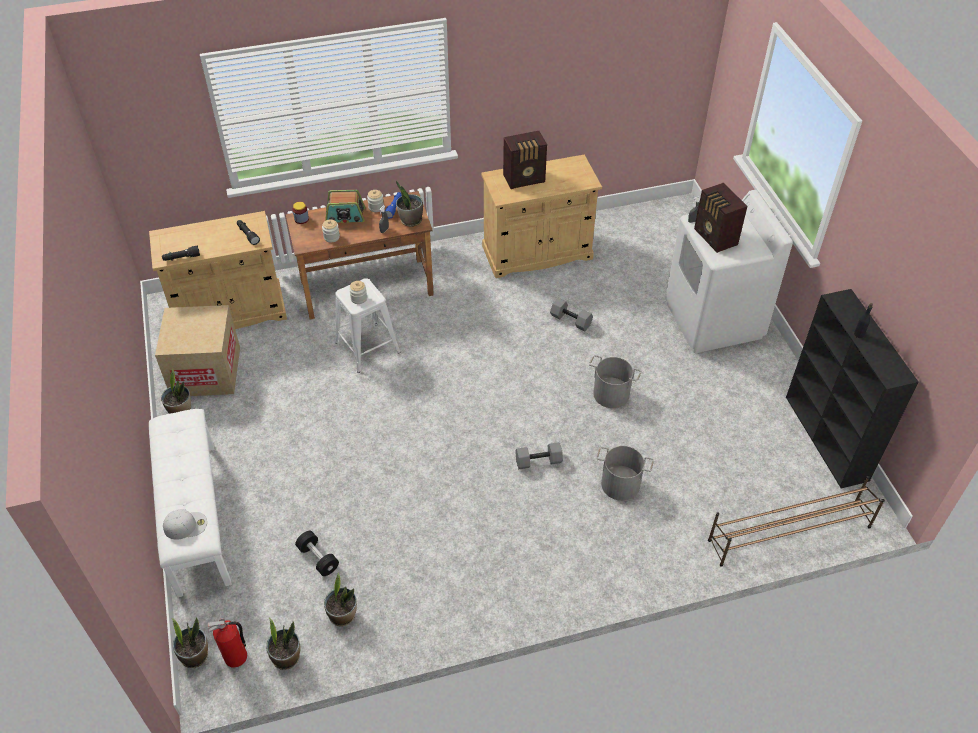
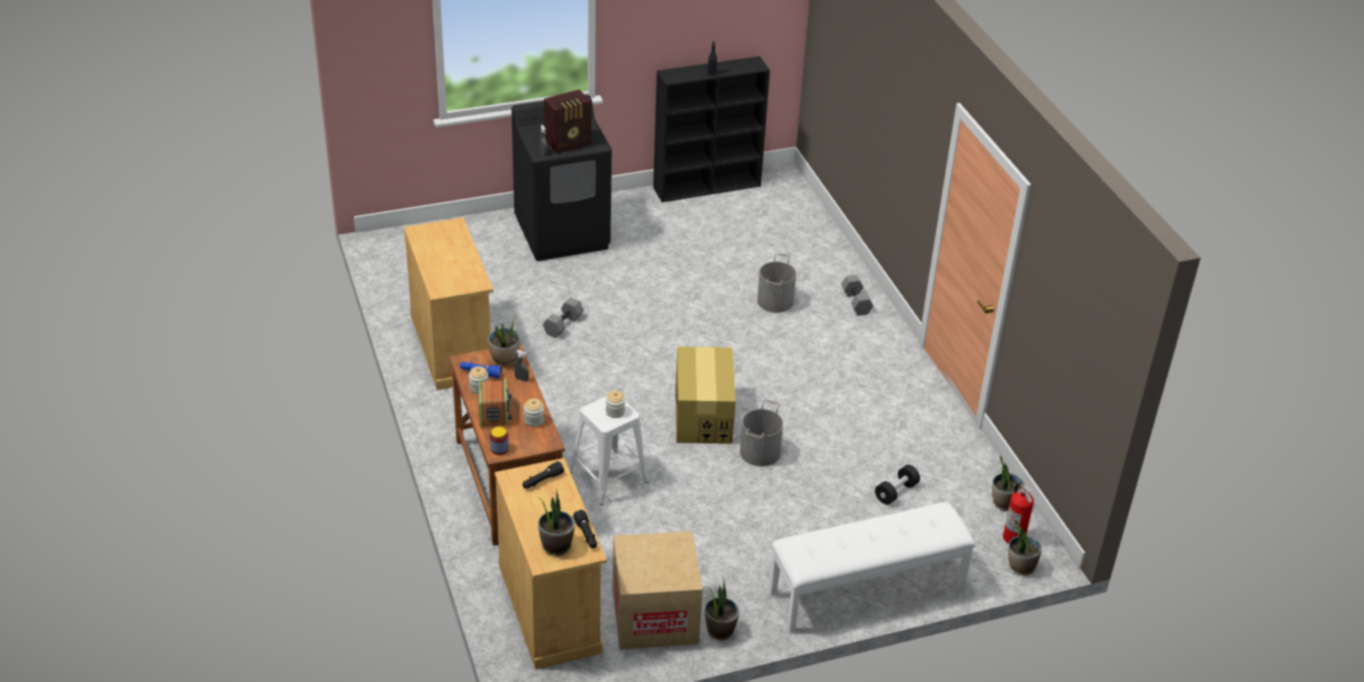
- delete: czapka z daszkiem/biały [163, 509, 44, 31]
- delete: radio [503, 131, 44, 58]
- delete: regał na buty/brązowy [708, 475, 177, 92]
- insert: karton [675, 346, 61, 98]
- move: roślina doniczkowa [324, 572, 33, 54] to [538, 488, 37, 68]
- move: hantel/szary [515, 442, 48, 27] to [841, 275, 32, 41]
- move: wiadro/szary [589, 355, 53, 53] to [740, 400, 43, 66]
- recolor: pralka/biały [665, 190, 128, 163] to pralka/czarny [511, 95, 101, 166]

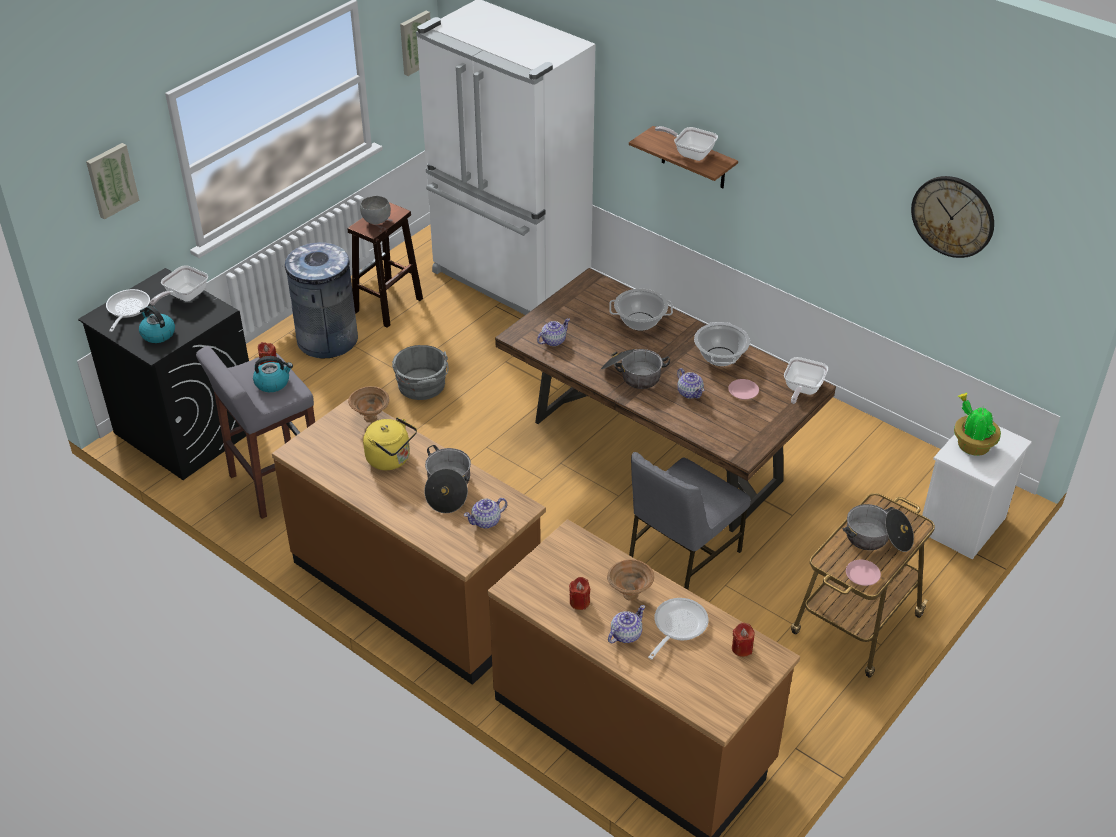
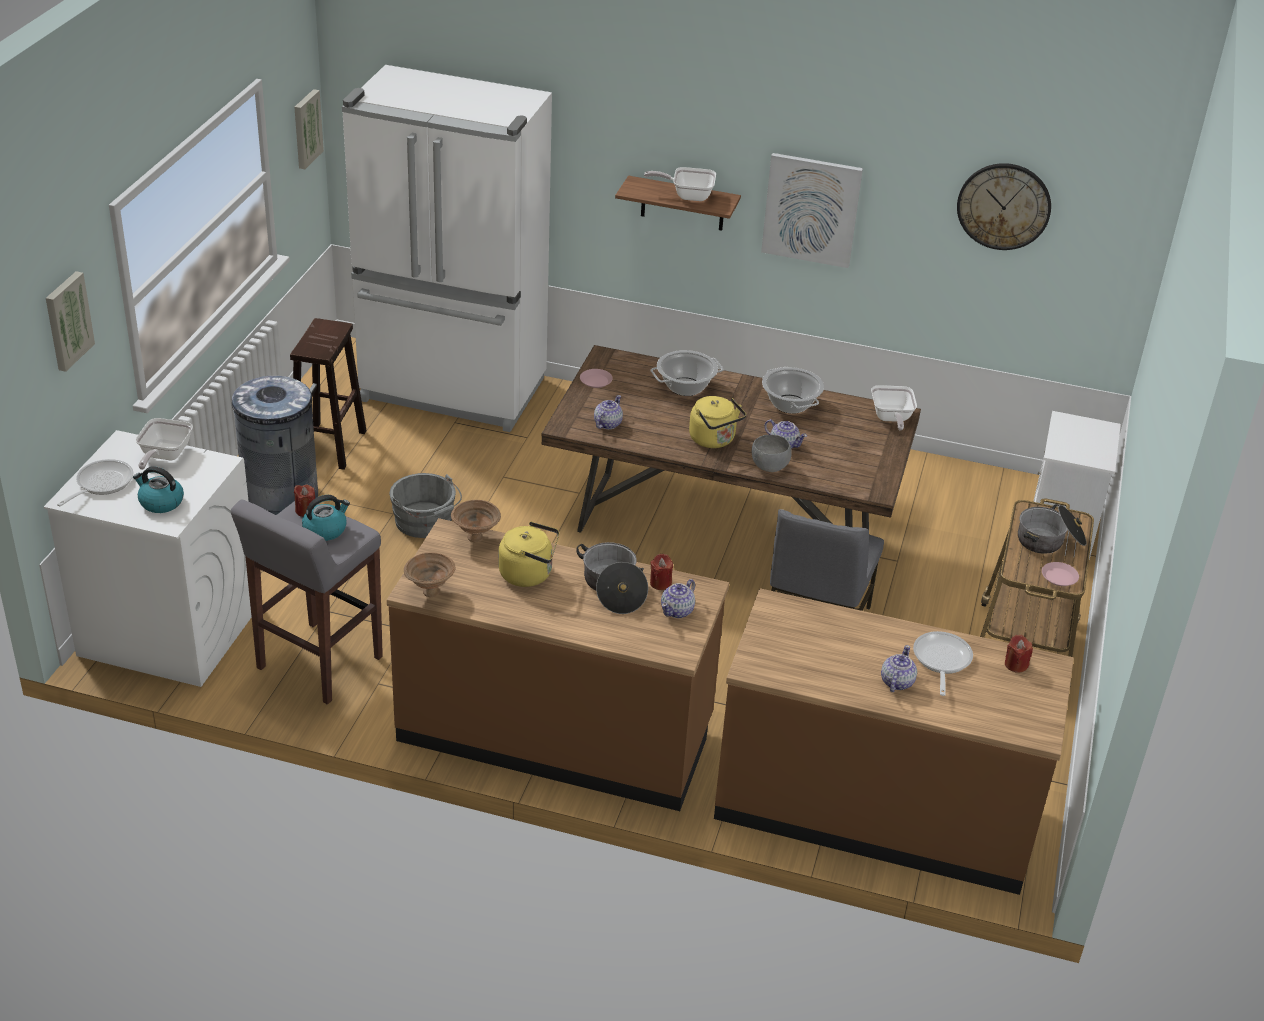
- delete: roślina doniczkowa [954, 393, 47, 63]
- insert: obraz [761, 153, 102, 115]
- move: miska/szary [360, 196, 31, 28] to [752, 435, 40, 37]
- move: świeca/czerwony [569, 577, 21, 33] to [650, 554, 23, 36]
- move: miska/brązowy [607, 559, 47, 42] to [404, 552, 51, 45]
- move: talerz/różowy [728, 379, 31, 21] to [580, 369, 33, 19]
- replace: garnek [601, 349, 69, 40] to czajnik/żółty [689, 396, 57, 52]
- recolor: pralka/czarny [78, 268, 171, 212] to pralka/biały [44, 430, 208, 257]
- rotate: patelnia [106, 289, 44, 43] = [57, 459, 76, 47] 45 degrees clockwise

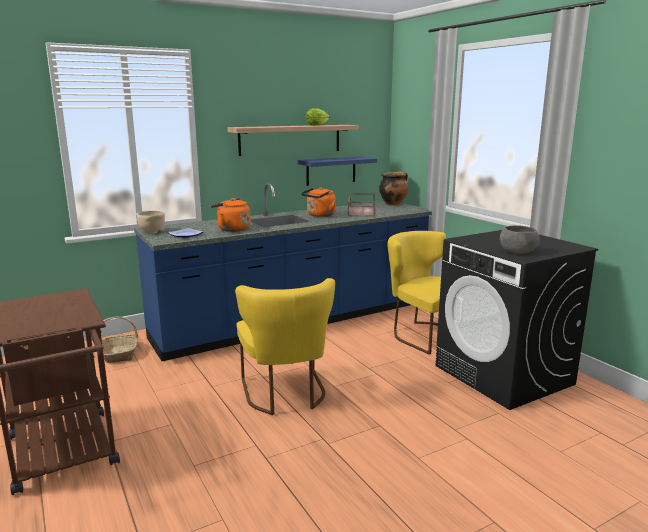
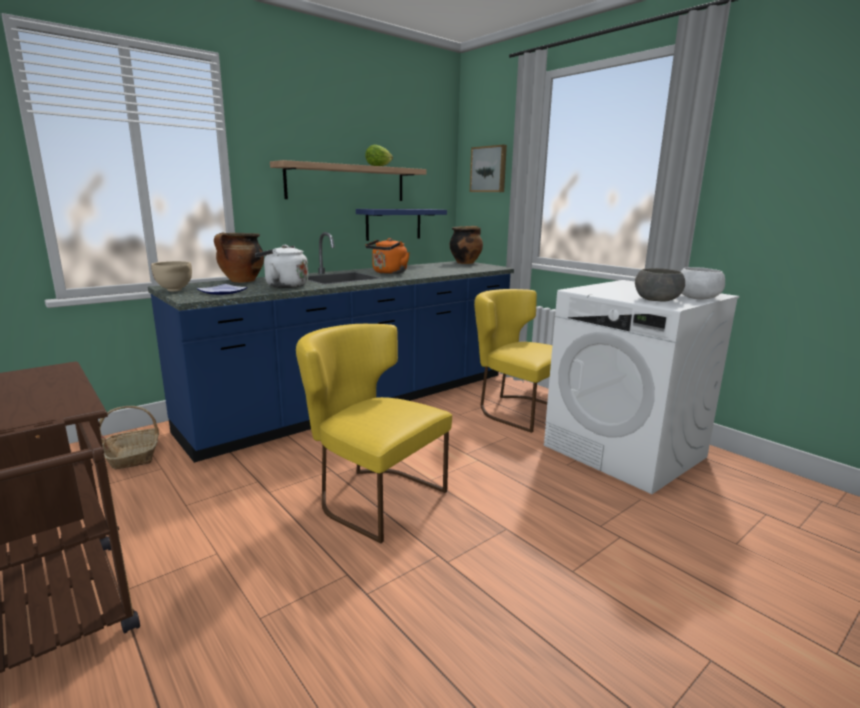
- delete: taca/brązowy [348, 193, 27, 24]
- insert: garnek [214, 233, 50, 50]
- insert: obraz [470, 145, 37, 47]
- insert: miska/biały [680, 267, 45, 32]
- recolor: czajnik/pomarańczowy [210, 198, 41, 34] to czajnik/biały [255, 245, 53, 43]
- recolor: pralka/czarny [435, 230, 163, 180] to pralka/biały [544, 280, 195, 214]
- rotate: krzesło/żółty [235, 278, 100, 137] = [296, 324, 156, 219] 150 degrees clockwise

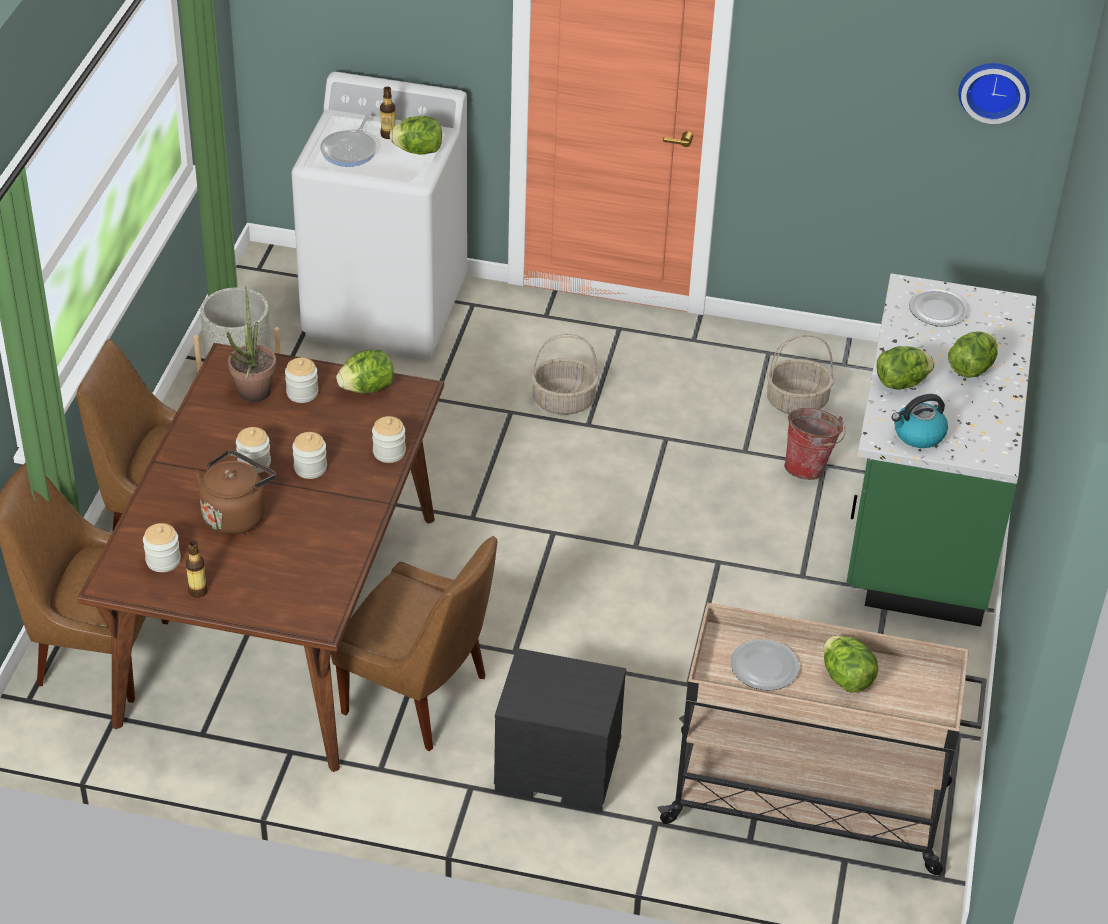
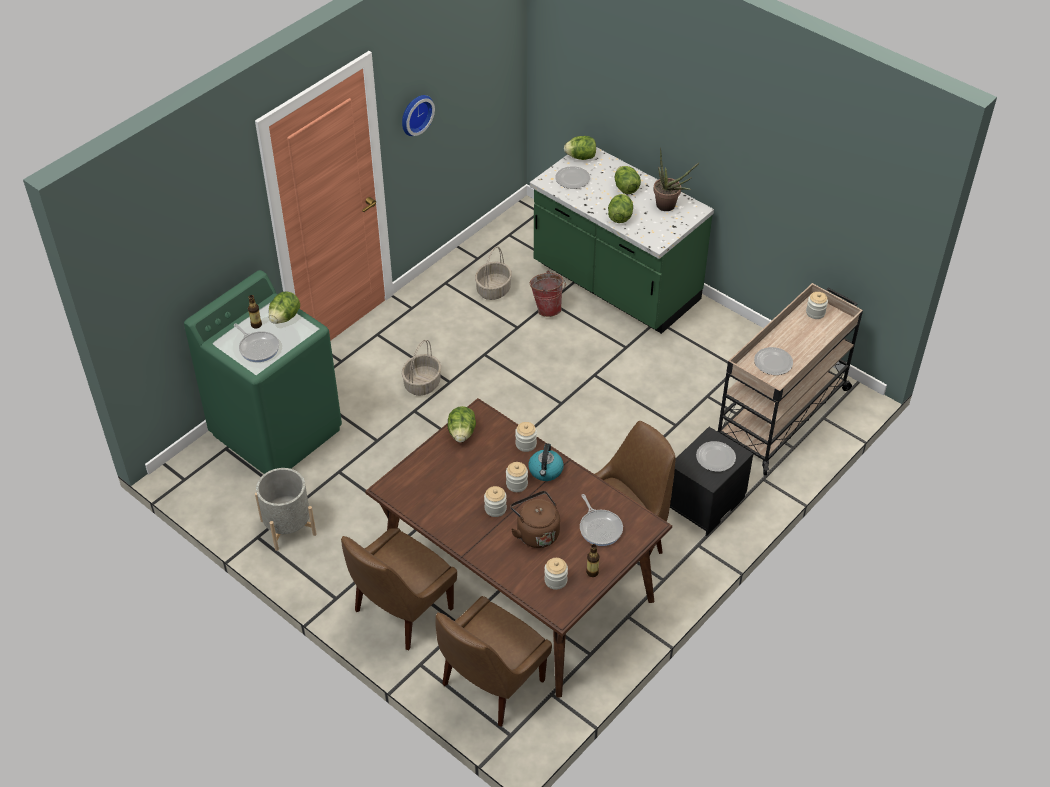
- insert: patelnia [580, 494, 43, 52]
- insert: talerz [696, 441, 40, 31]
- move: roślina doniczkowa [227, 286, 50, 116] to [653, 148, 46, 63]
- move: słoik [285, 358, 33, 45] to [806, 292, 22, 27]
- move: sałata [824, 635, 54, 58] to [564, 136, 32, 24]
- move: czajnik [891, 394, 57, 54] to [528, 443, 36, 38]
- move: zegar ścienny [958, 63, 72, 61] to [402, 95, 33, 41]
- recolor: pralka/biały [292, 72, 175, 288] to pralka/zielony [184, 270, 158, 204]

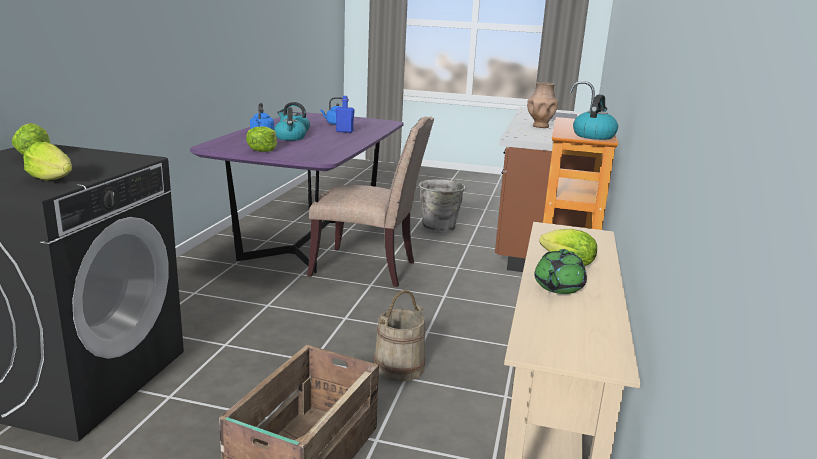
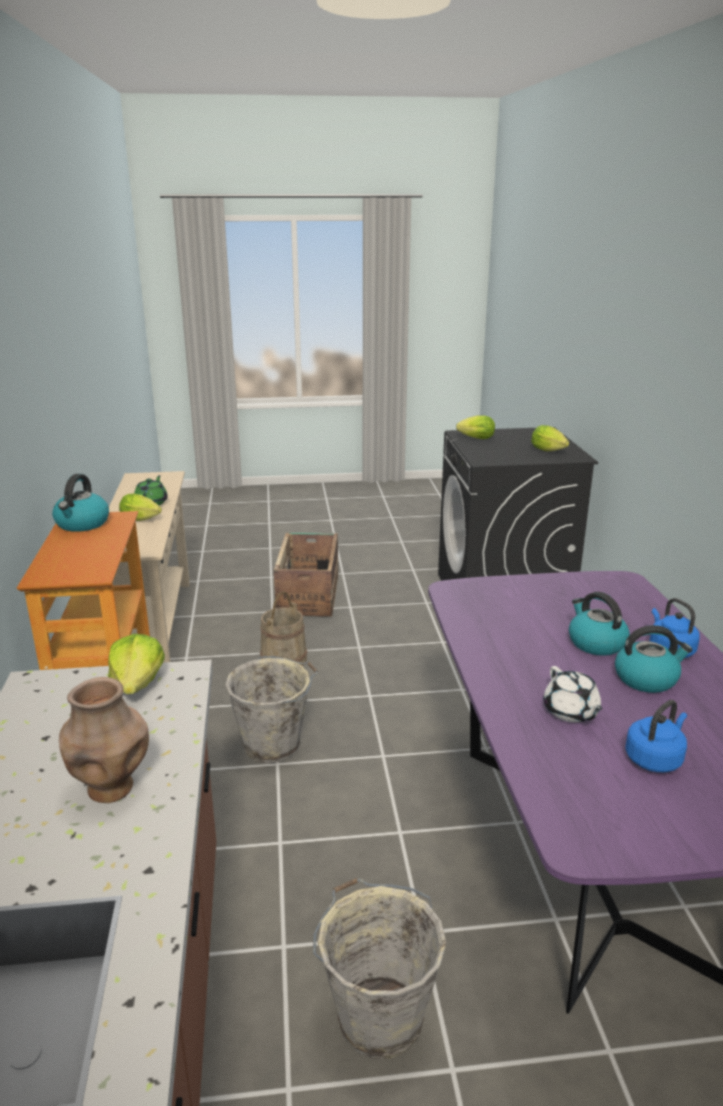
- delete: krzesło/beżowy [307, 117, 127, 170]
- insert: wiadro/szary [225, 656, 93, 107]
- move: sałata [246, 126, 31, 26] to [108, 634, 57, 60]
- replace: butelka/niebieski [336, 96, 19, 37] to imbryk/biały [543, 666, 59, 57]

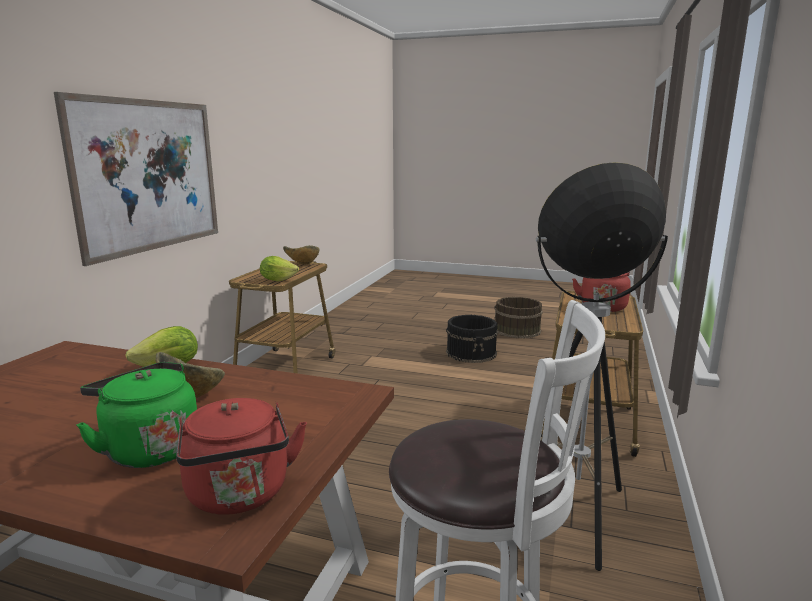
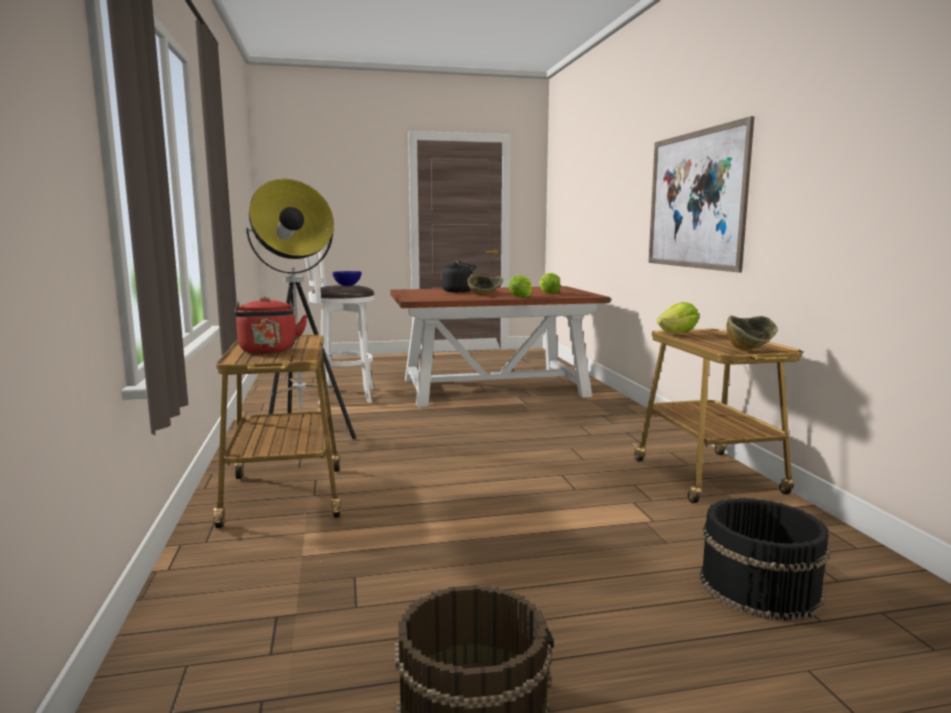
- delete: czajnik/czerwony [176, 398, 131, 117]
- insert: miska/niebieski [332, 271, 30, 15]
- insert: sałata [540, 273, 21, 21]
- move: wiadro/czarny [446, 315, 52, 48] to [699, 498, 131, 123]
- recolor: czajnik/zielony [77, 362, 120, 106] to czajnik/czarny [442, 261, 35, 32]

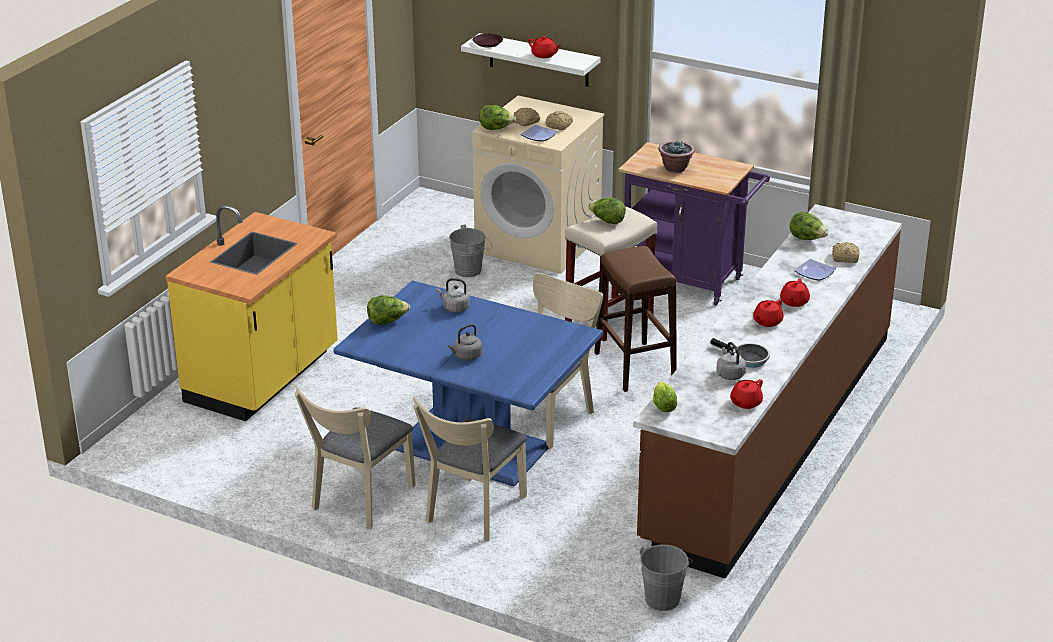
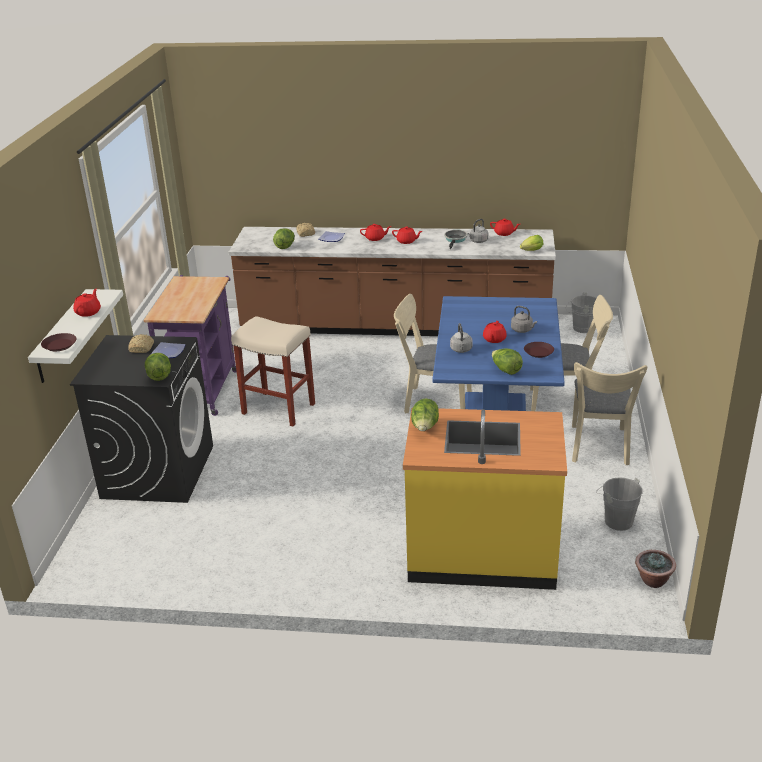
- delete: chleb [513, 107, 27, 19]
- delete: stołek/brązowy [594, 246, 83, 146]
- insert: imbryk/czerwony [483, 321, 24, 22]
- insert: talerz/brązowy [524, 342, 30, 16]
- move: wiadro/szary [449, 224, 43, 54] to [596, 477, 47, 54]
- move: sałata [588, 198, 38, 26] to [411, 399, 28, 32]
- move: roślina doniczkowa [658, 140, 37, 33] to [635, 550, 41, 38]
- recolor: pralka/beżowy [472, 96, 133, 178] to pralka/czarny [70, 335, 143, 168]
- rotate: krzesło/beżowy [294, 384, 122, 145] = [572, 362, 75, 103] 90 degrees clockwise

